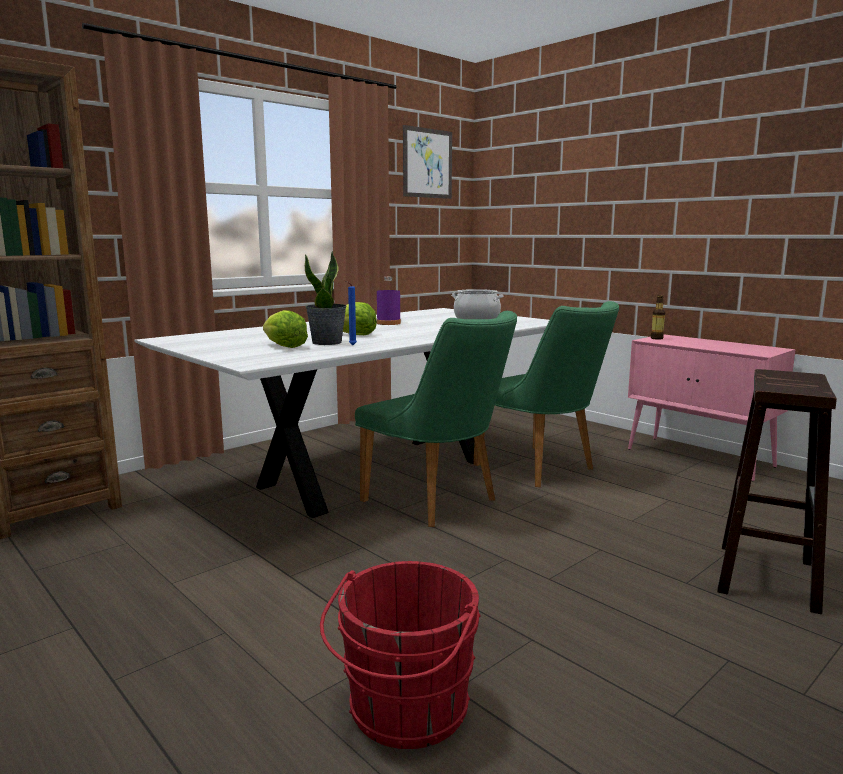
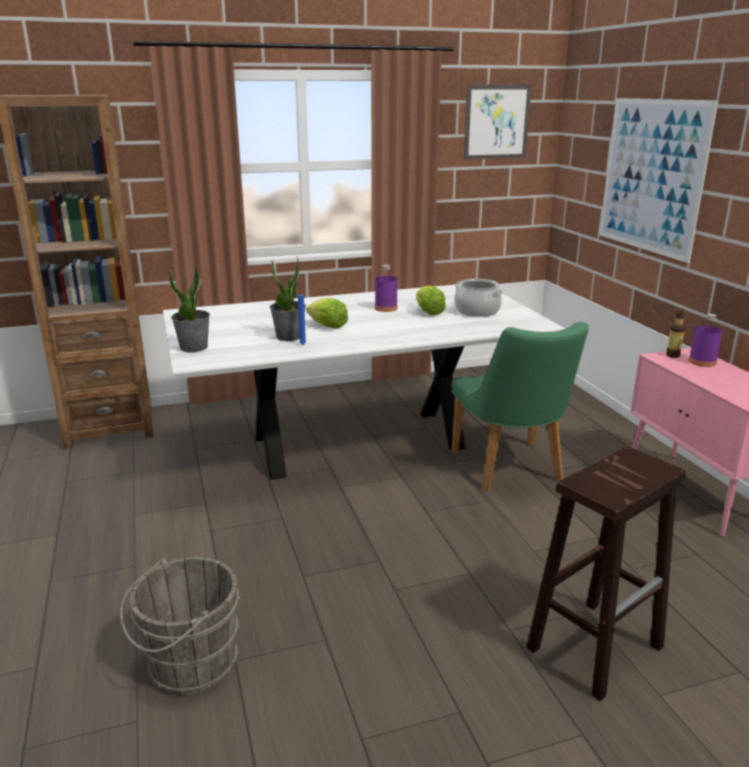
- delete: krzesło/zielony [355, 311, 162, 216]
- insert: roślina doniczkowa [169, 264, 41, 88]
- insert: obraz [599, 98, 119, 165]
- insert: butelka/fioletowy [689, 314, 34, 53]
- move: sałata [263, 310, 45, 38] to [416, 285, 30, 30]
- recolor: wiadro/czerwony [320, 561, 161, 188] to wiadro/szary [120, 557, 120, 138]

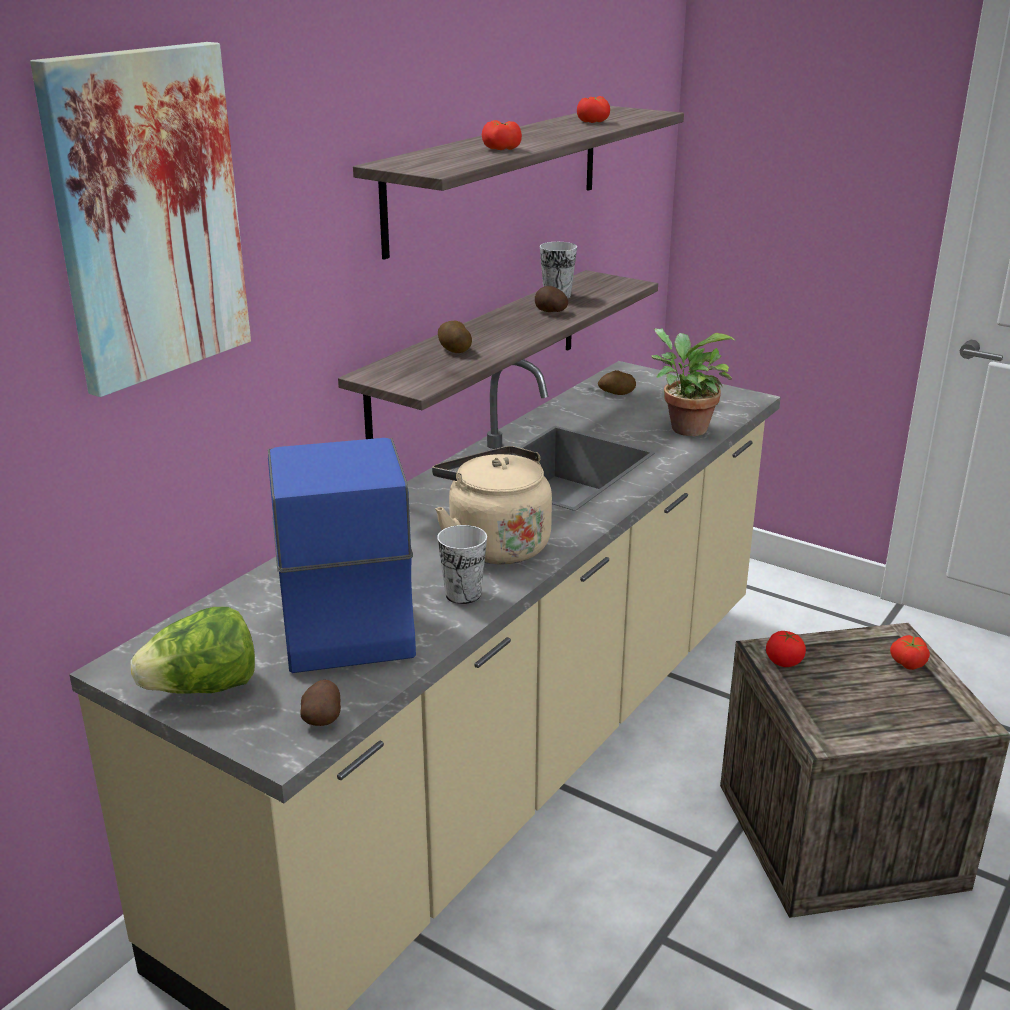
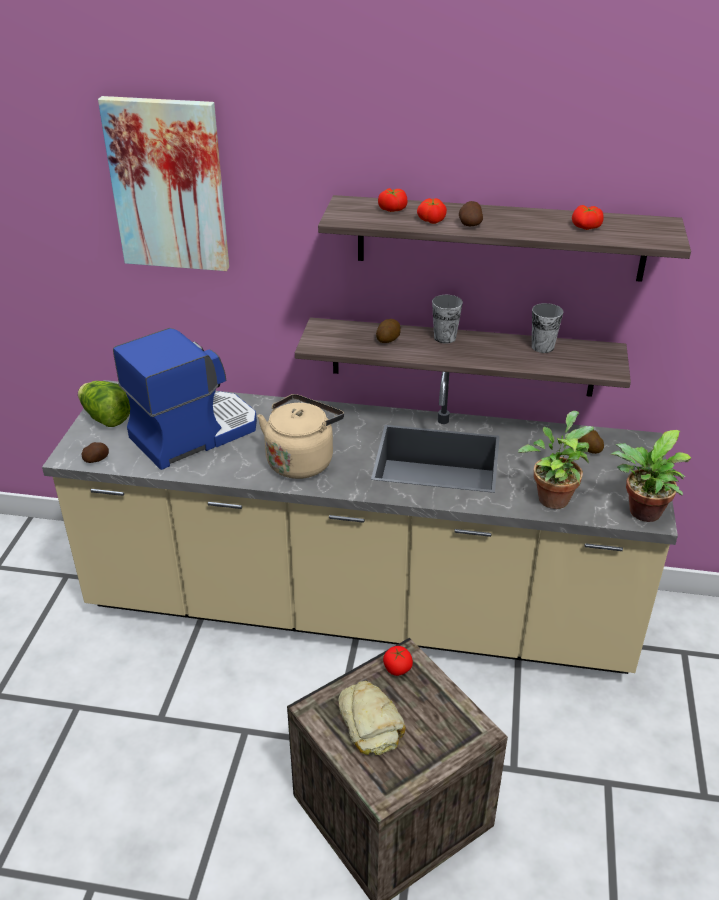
- insert: chleb [338, 681, 68, 74]
- insert: roślina doniczkowa [610, 430, 81, 92]
- move: filiżanka [437, 525, 50, 79] to [432, 295, 31, 49]
- move: ziemniak [535, 286, 33, 26] to [459, 201, 24, 25]
- move: pomidor [890, 635, 40, 35] to [378, 188, 30, 24]

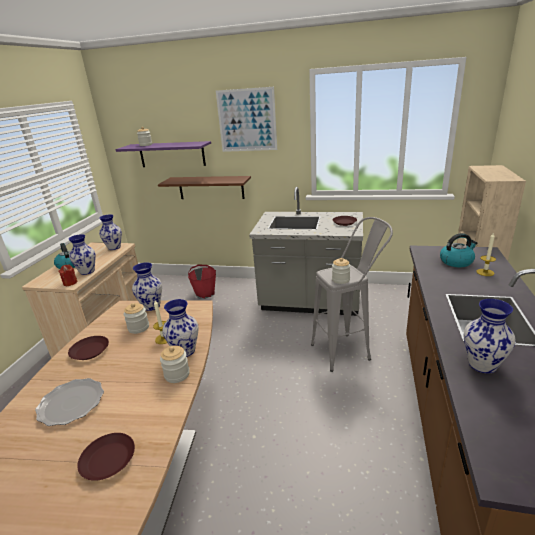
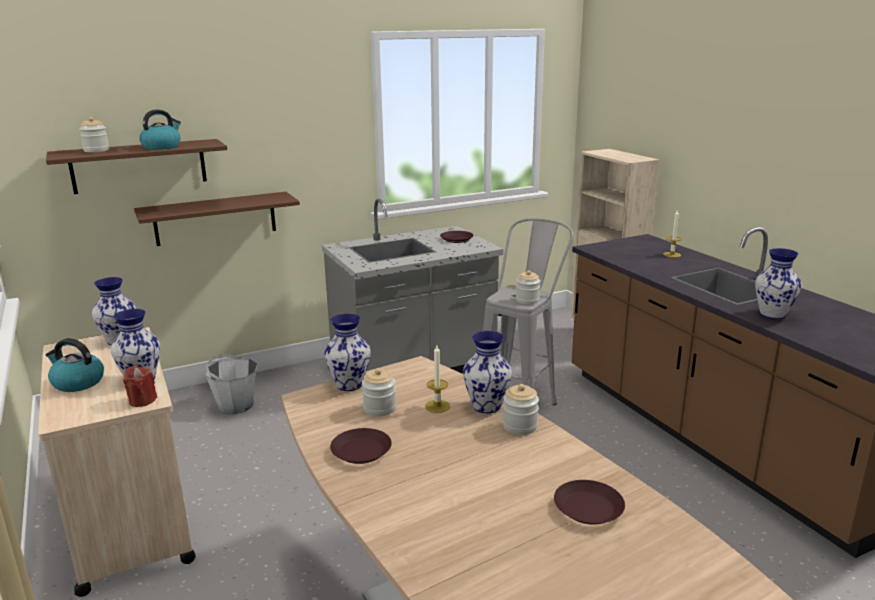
- delete: talerz [35, 378, 69, 48]
- delete: obraz [216, 87, 61, 65]
- move: czajnik [440, 233, 37, 34] to [139, 109, 42, 41]
- recolor: półka/fioletowy [115, 141, 96, 26] to półka/brązowy [46, 139, 181, 55]
- recolor: wiadro/czerwony [188, 265, 28, 34] to wiadro/szary [205, 354, 52, 60]

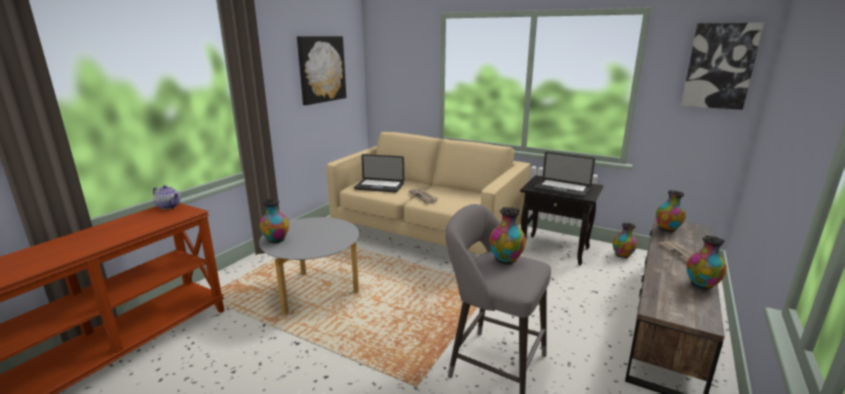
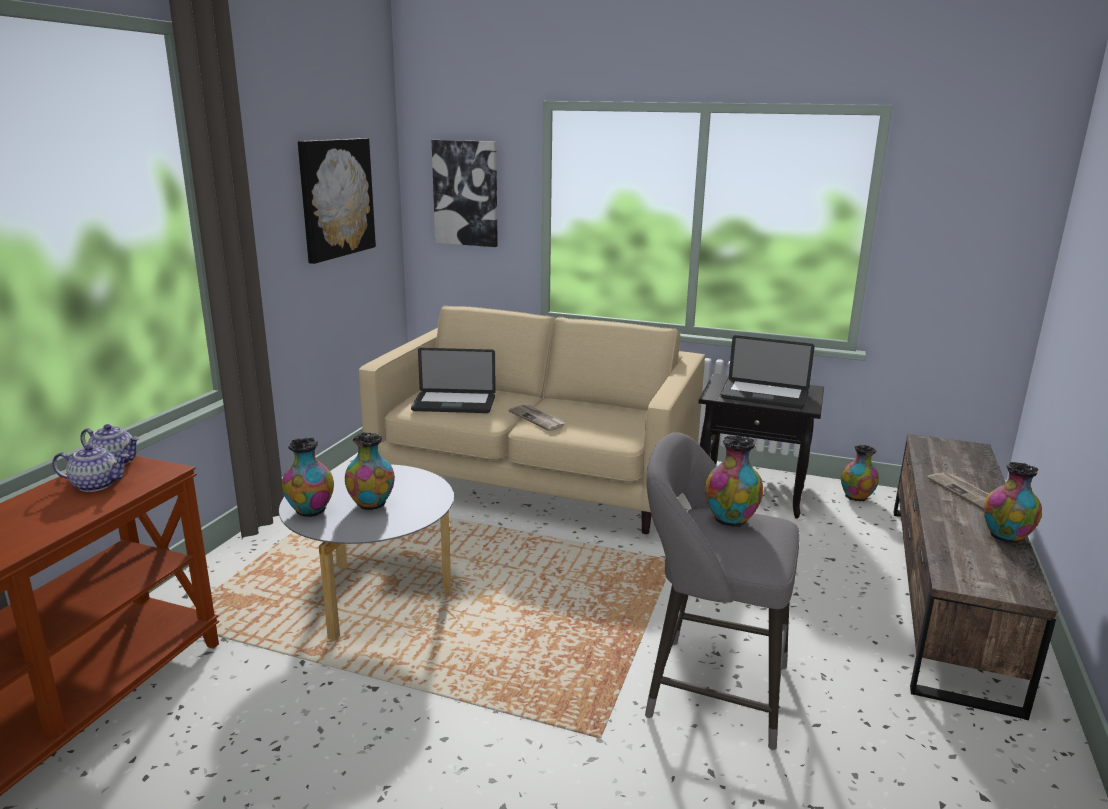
- insert: imbryk [52, 444, 78, 48]
- move: wazon [656, 190, 30, 42] to [345, 432, 50, 78]
- move: obraz [681, 23, 83, 87] to [432, 140, 66, 107]

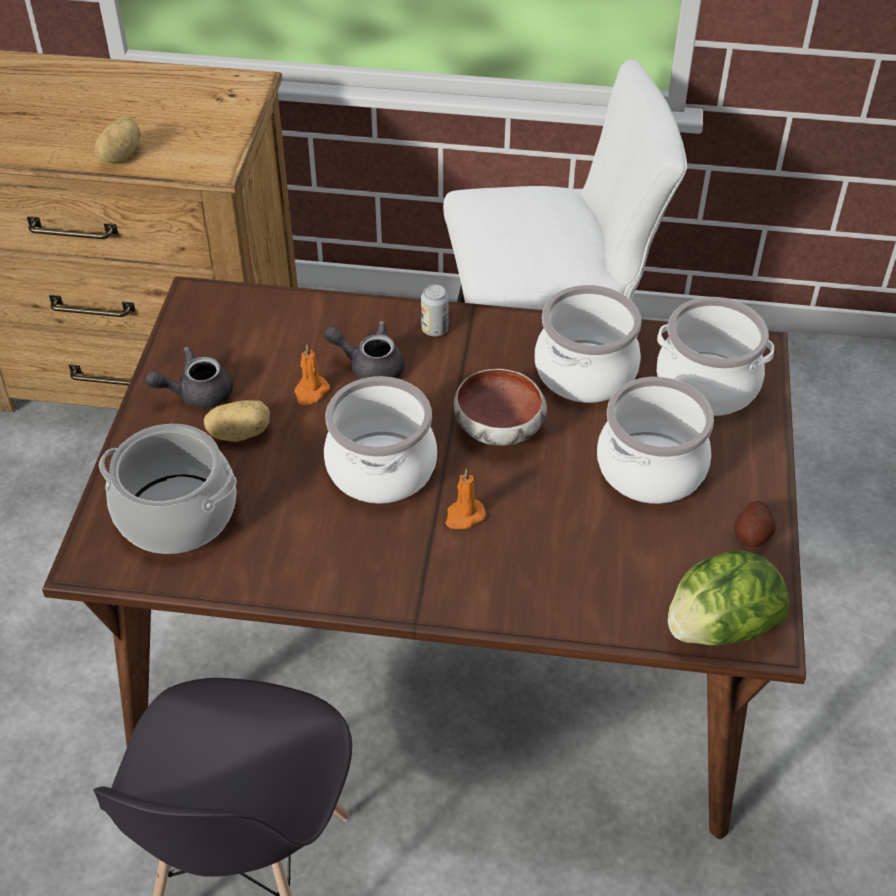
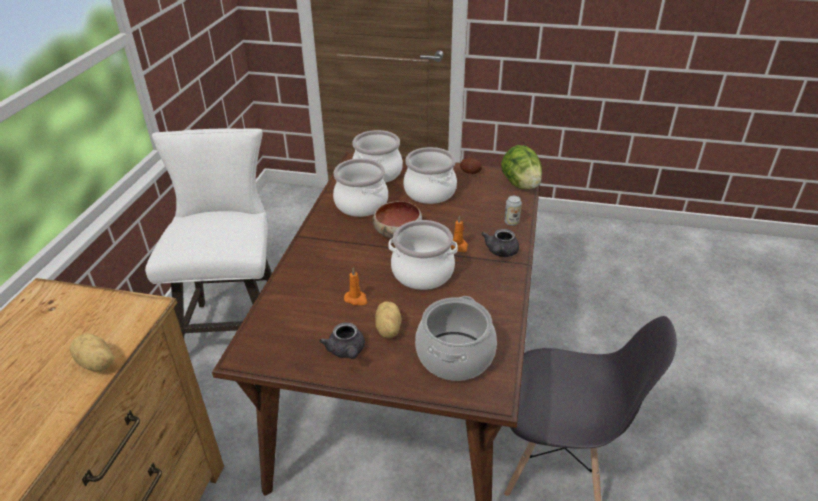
- move: imbryk/szary [324, 321, 80, 58] to [481, 229, 38, 28]
- move: puszka [421, 285, 28, 51] to [504, 196, 18, 30]

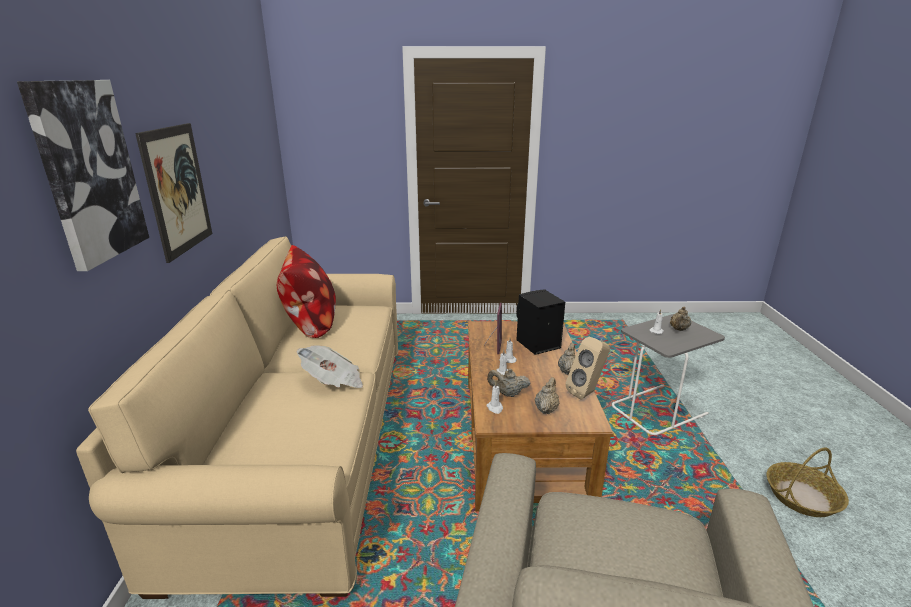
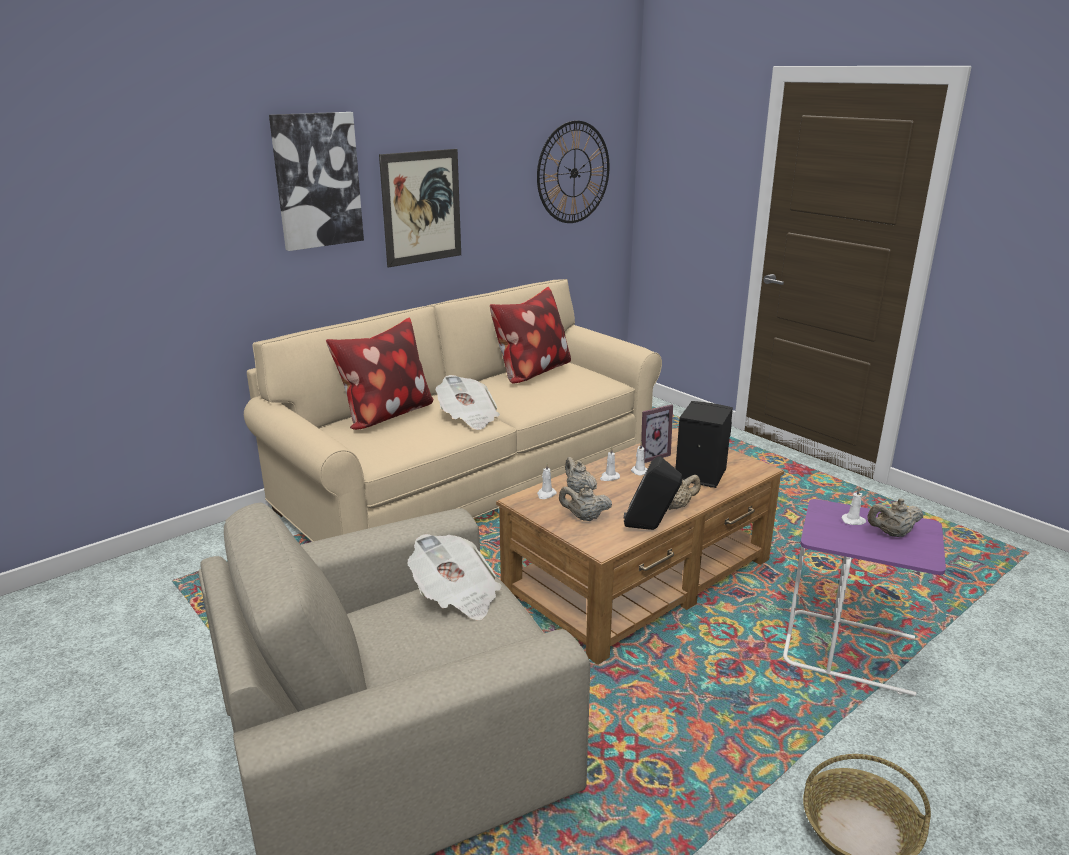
- insert: poduszka [326, 317, 107, 113]
- insert: gazeta [408, 534, 93, 86]
- insert: zegar ścienny [537, 121, 72, 102]
- recolor: głośnik/beżowy [565, 337, 45, 63] to głośnik/czarny [624, 456, 58, 74]
- recolor: stolik/szary [612, 314, 113, 121] to stolik/fioletowy [783, 499, 163, 197]
- rotate: imbryk/beżowy [535, 377, 24, 37] = [559, 485, 53, 36] 150 degrees counterclockwise

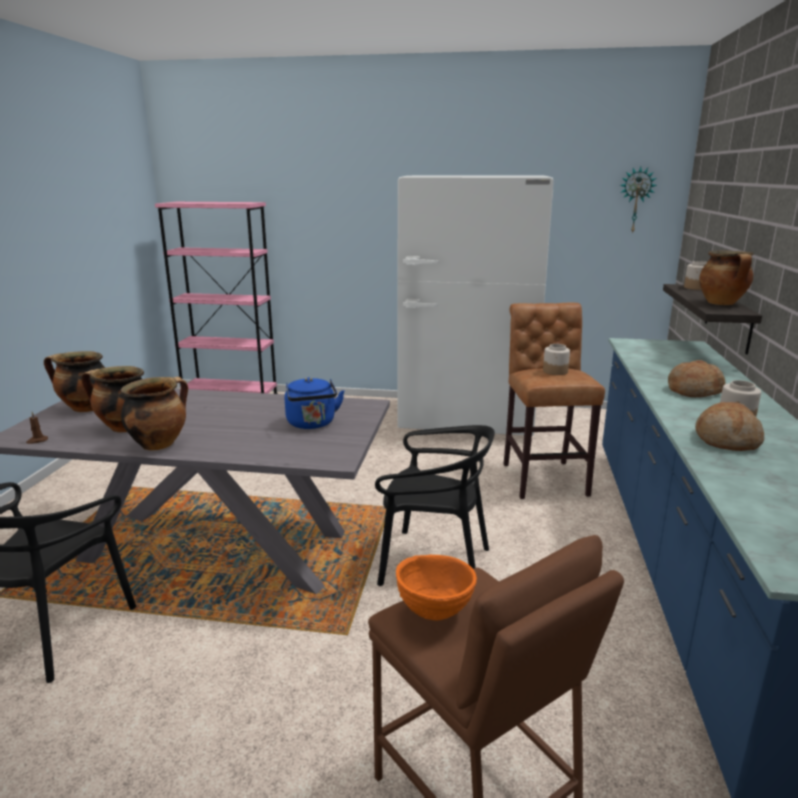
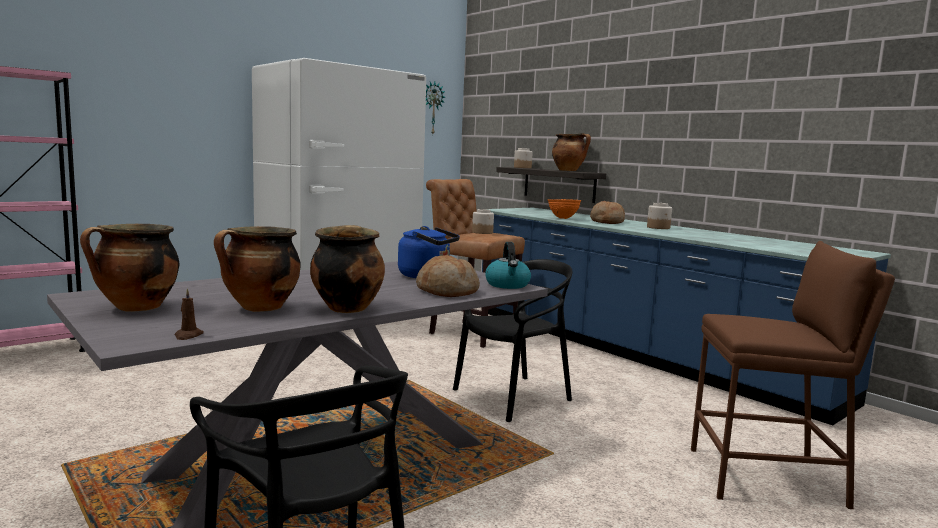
- insert: czajnik [485, 242, 46, 47]
- move: miska/pomarańczowy [396, 555, 81, 66] to [547, 199, 34, 20]
- move: chleb [695, 402, 69, 49] to [416, 255, 64, 42]

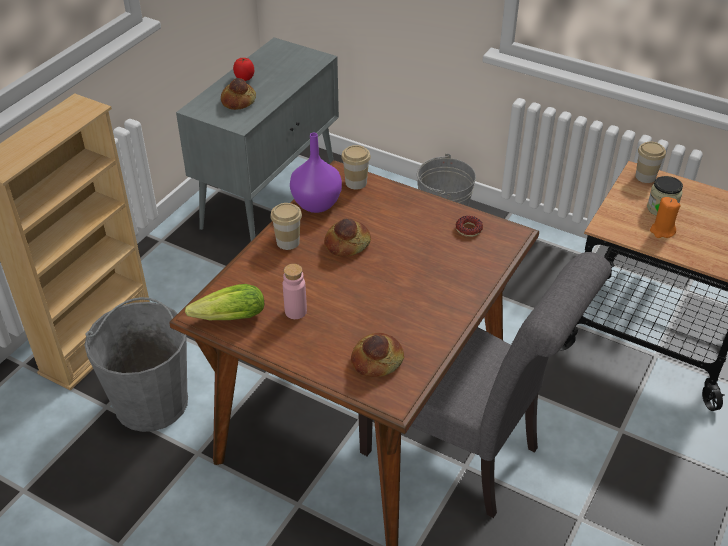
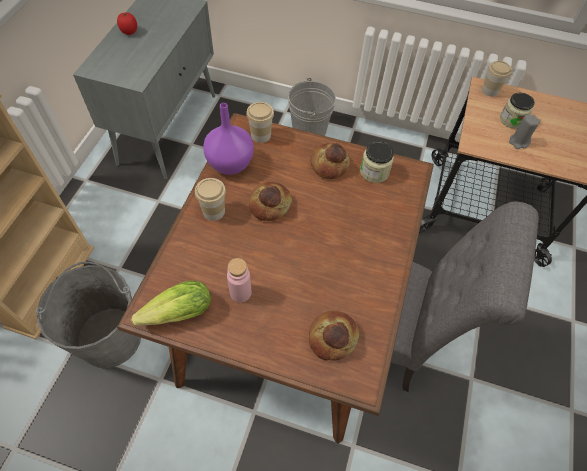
- move: chleb [221, 78, 35, 32] to [310, 143, 40, 36]
- replace: donut [456, 216, 27, 21] to słoik [360, 141, 34, 42]
- recolor: świeca/pomarańczowy [650, 197, 31, 41] to świeca/szary [509, 114, 31, 35]

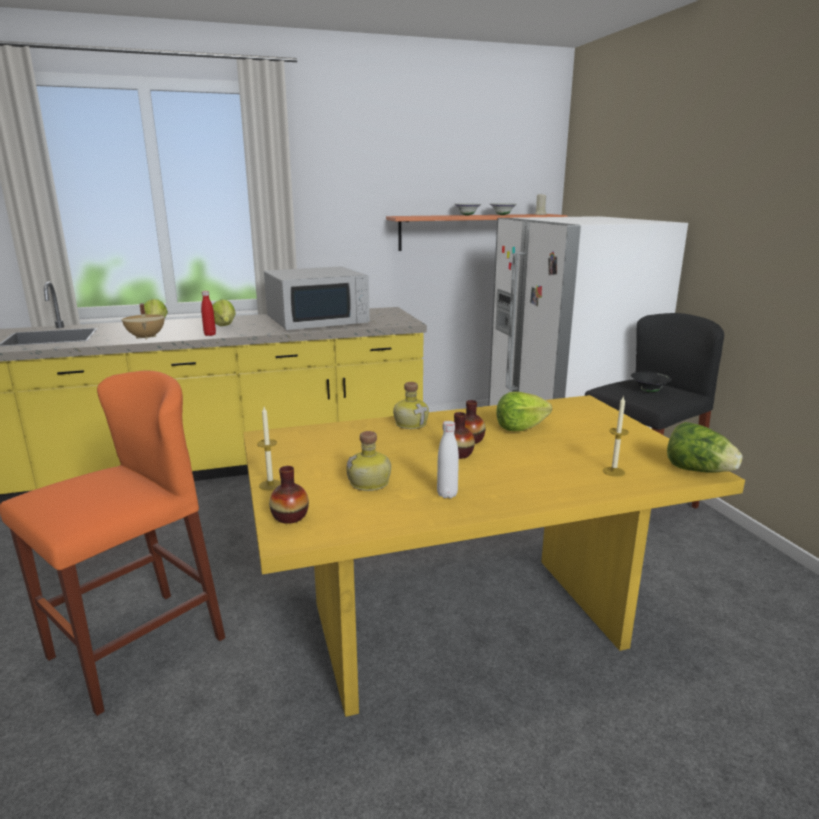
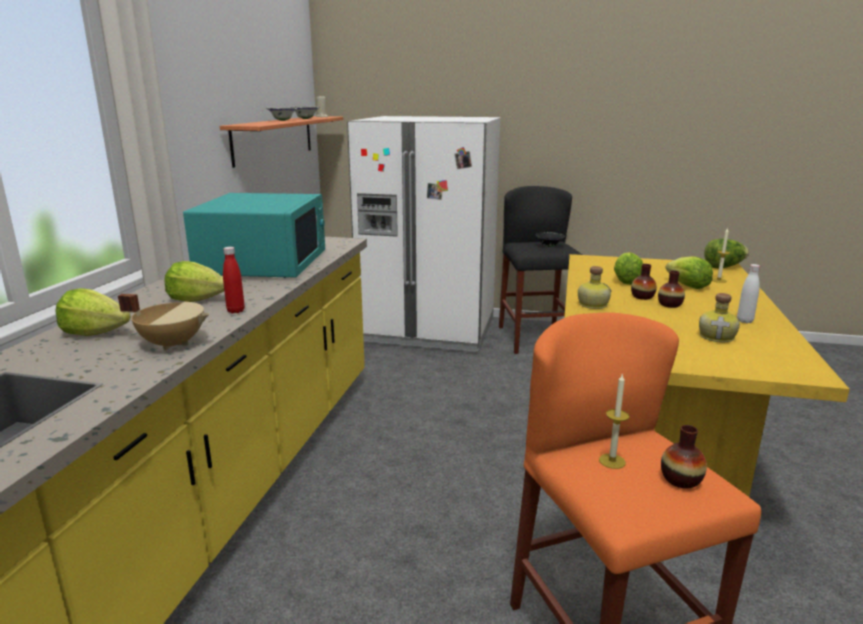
- insert: sałata [665, 256, 48, 33]
- move: świeca [257, 407, 24, 83] to [599, 373, 30, 96]
- move: wazon [269, 466, 40, 58] to [661, 425, 46, 64]
- recolor: mikrofalówka/biały [264, 266, 106, 64] to mikrofalówka/turkusowy [183, 193, 142, 85]

